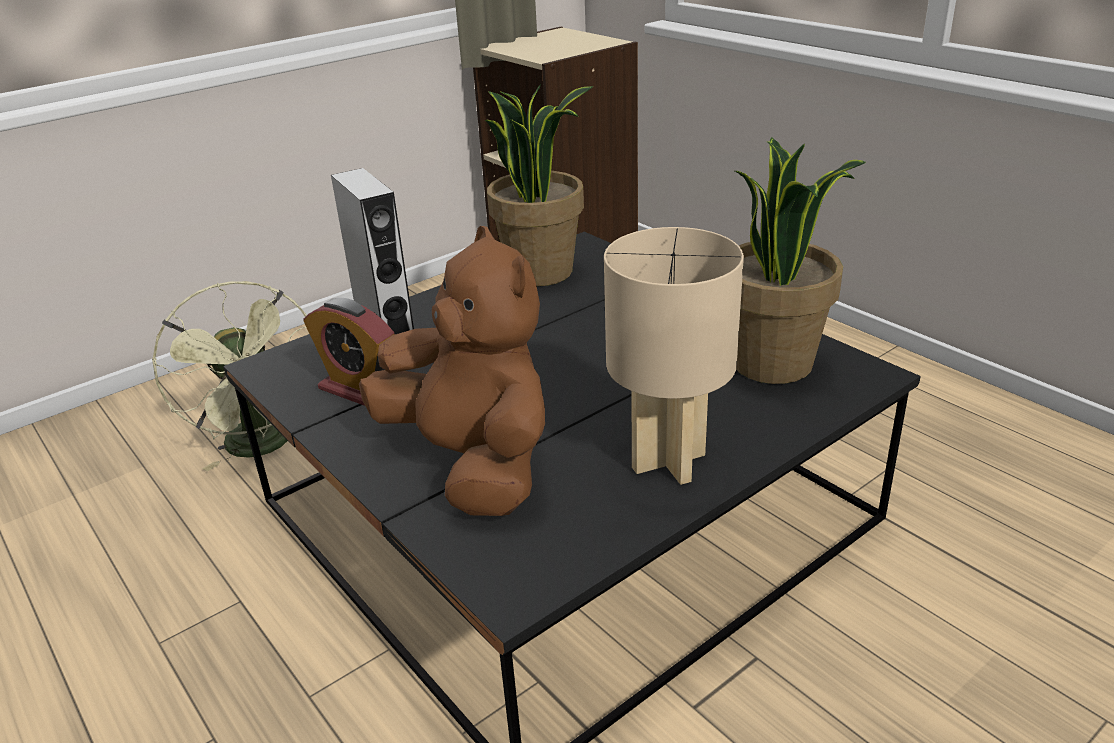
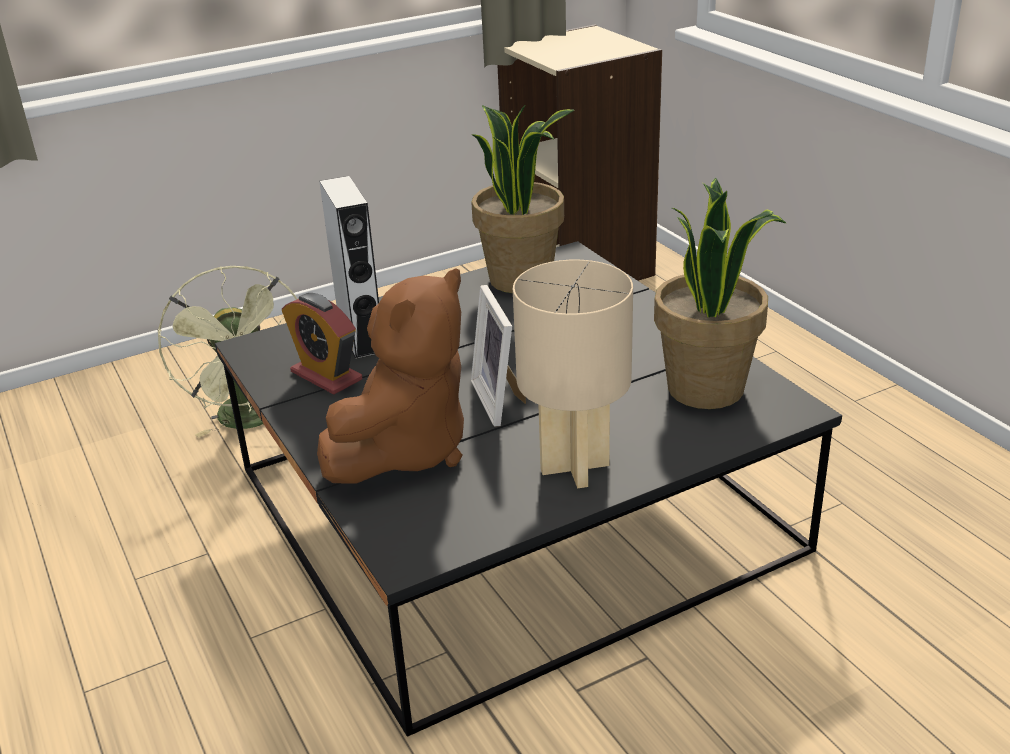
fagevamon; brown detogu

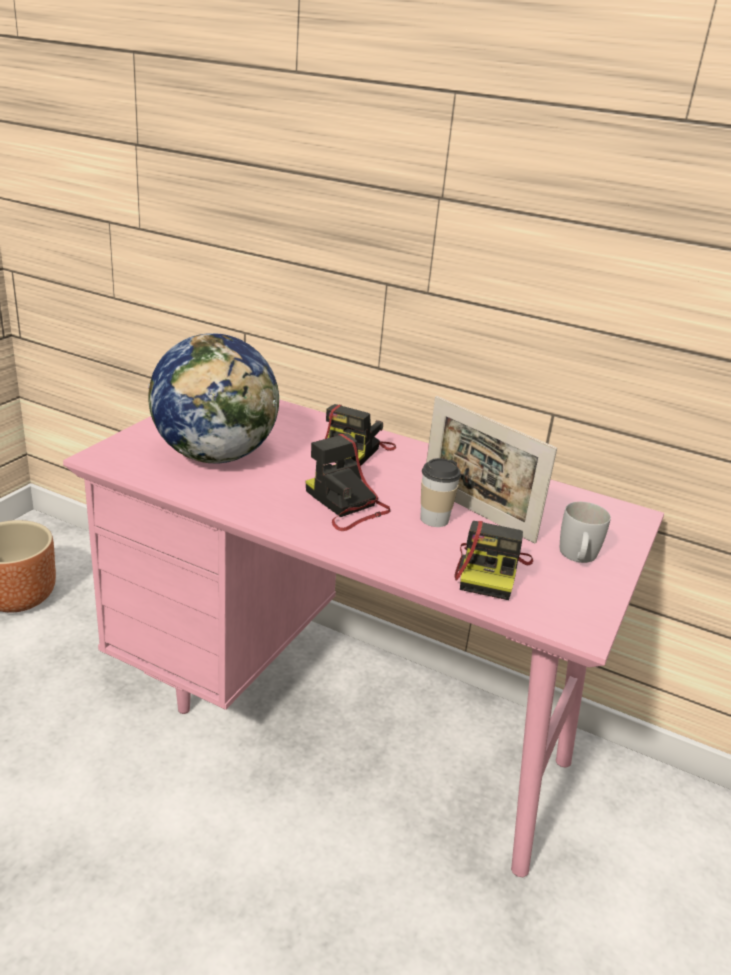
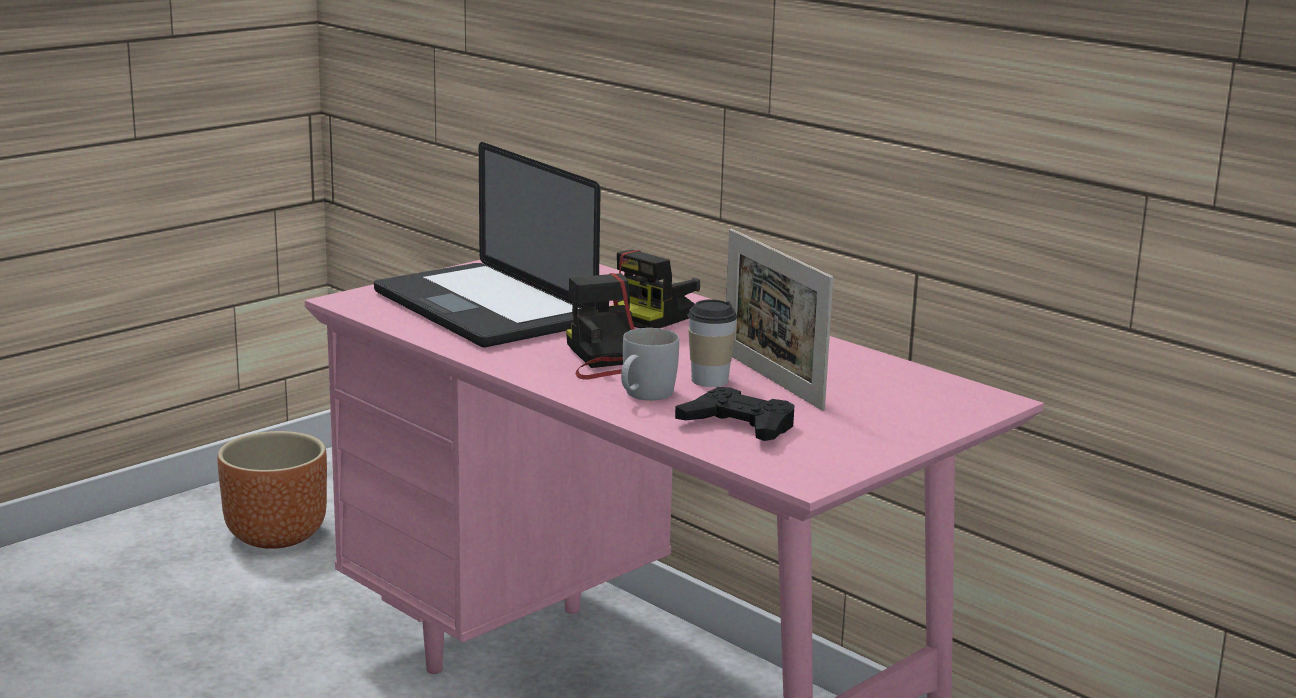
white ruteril; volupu; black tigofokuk

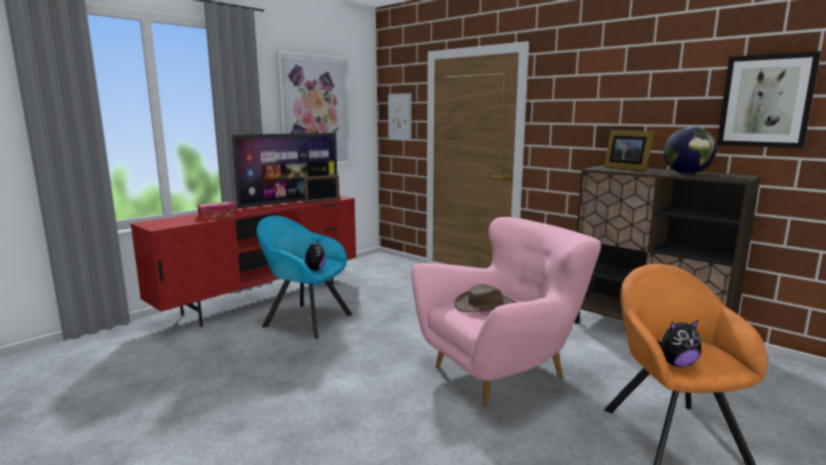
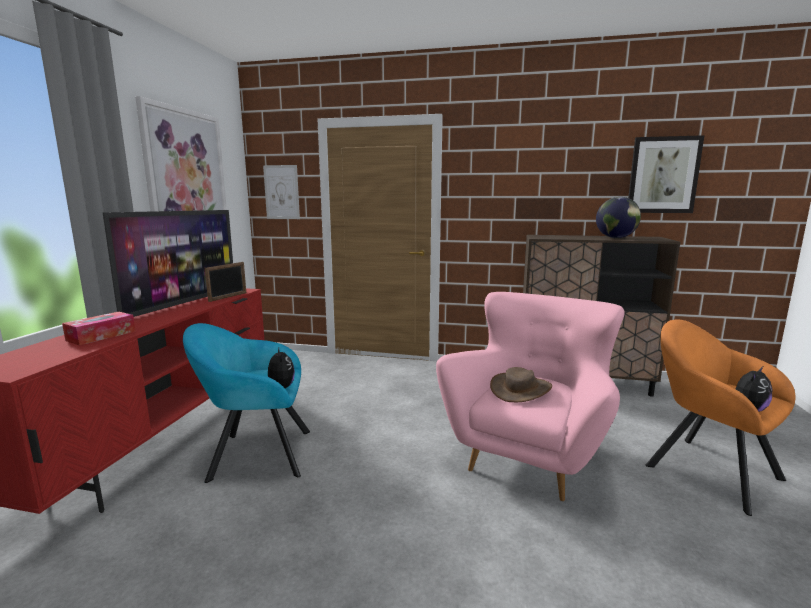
fagevamon (2nd from left in the first image)

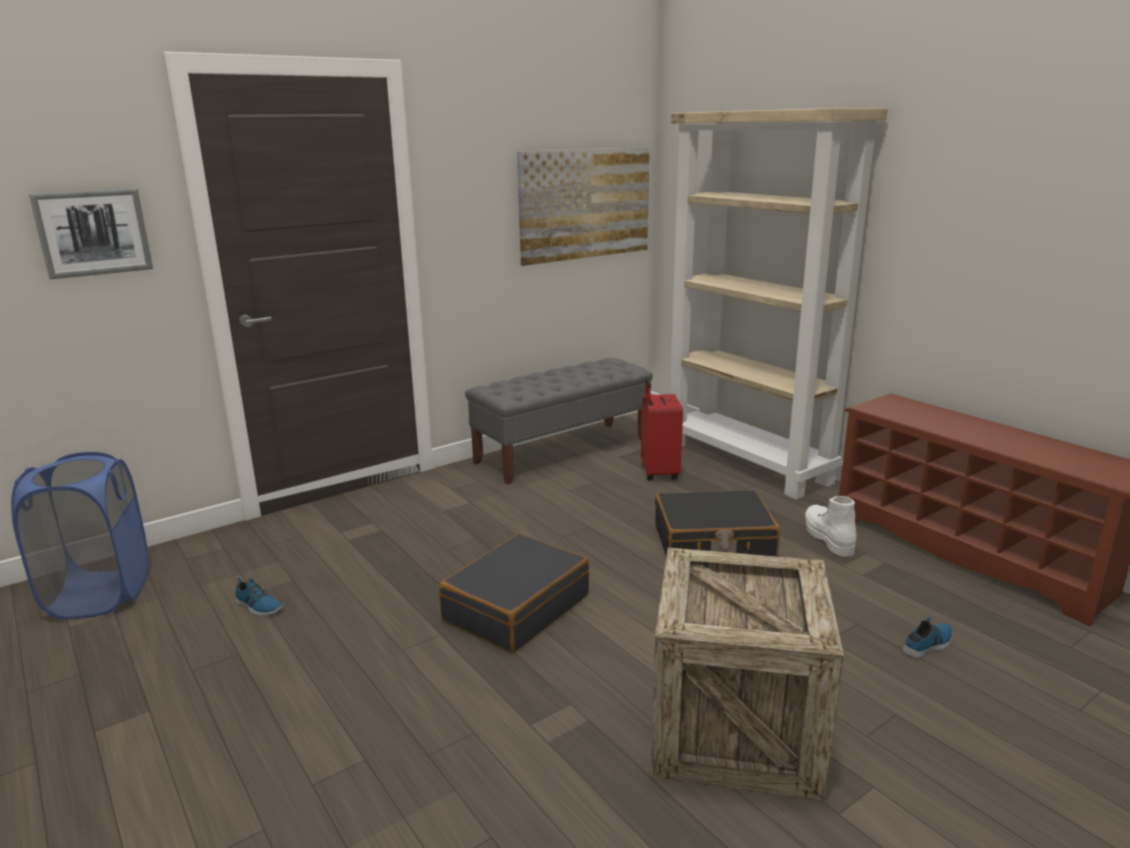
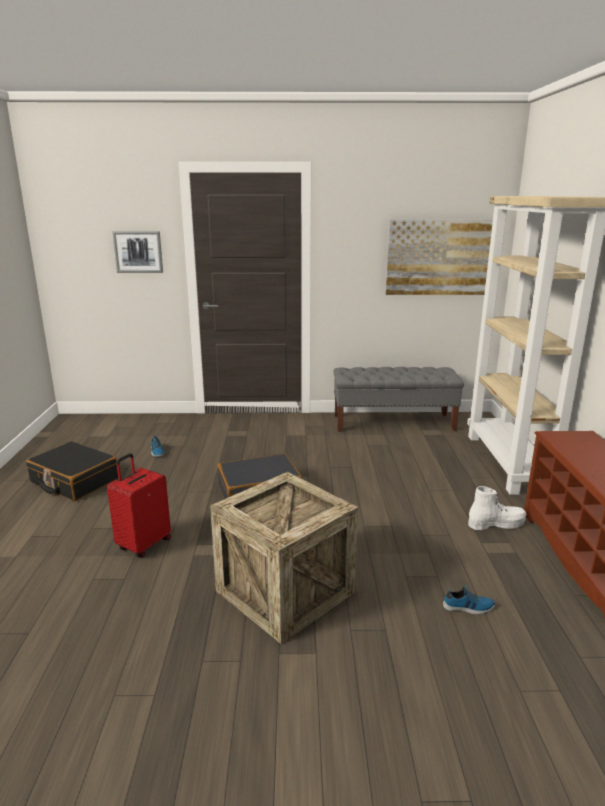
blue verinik; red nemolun; black nemolun (1st from left); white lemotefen

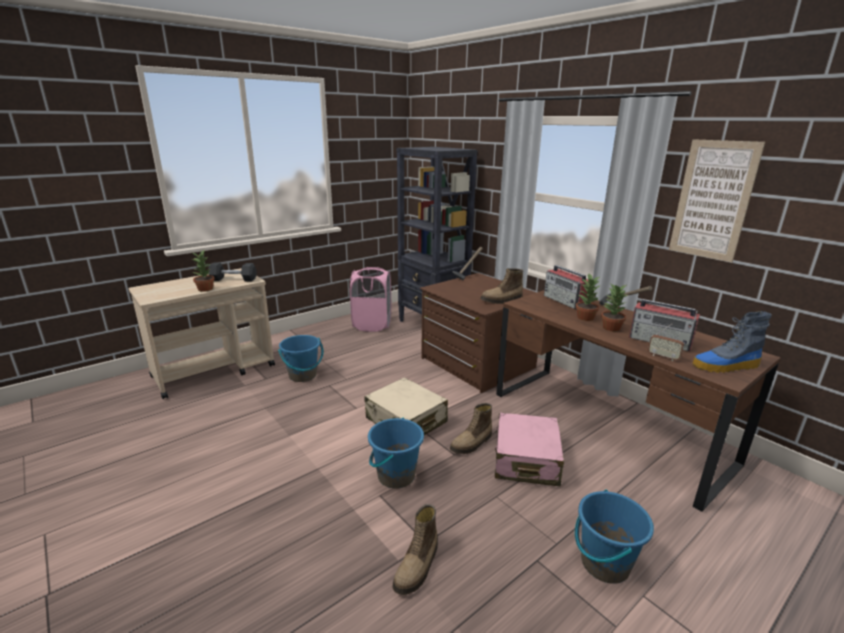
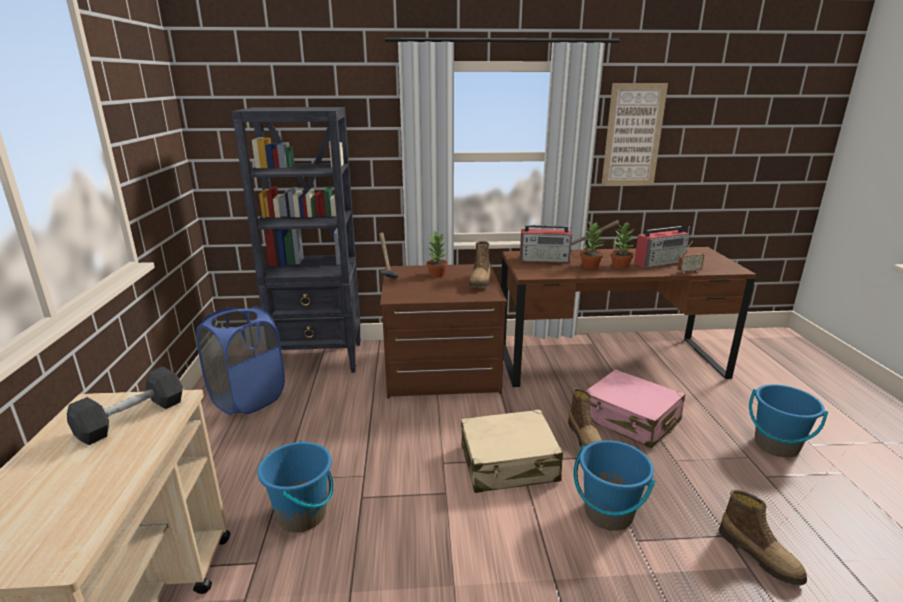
lemotefen (4th from left in the first image); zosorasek (1st from left); blue verinik

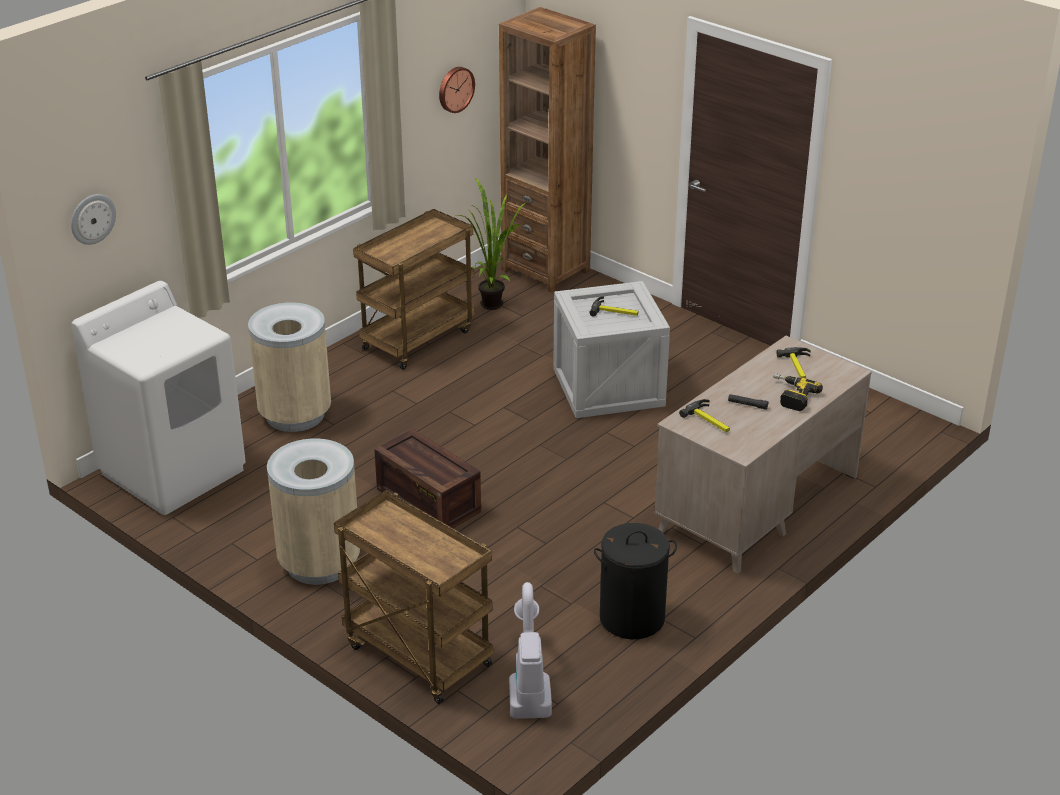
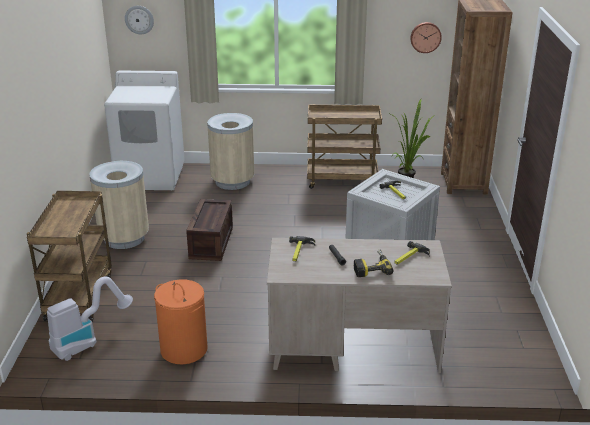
orange verinik

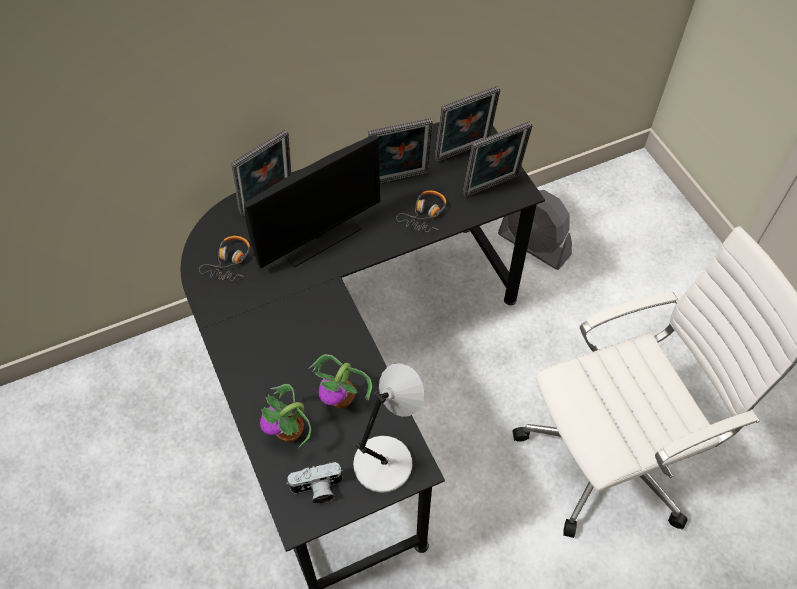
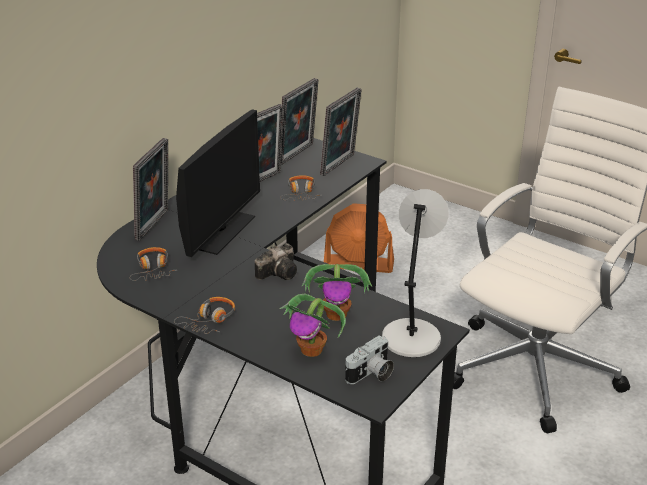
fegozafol (2nd from left); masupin (1st from left); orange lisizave

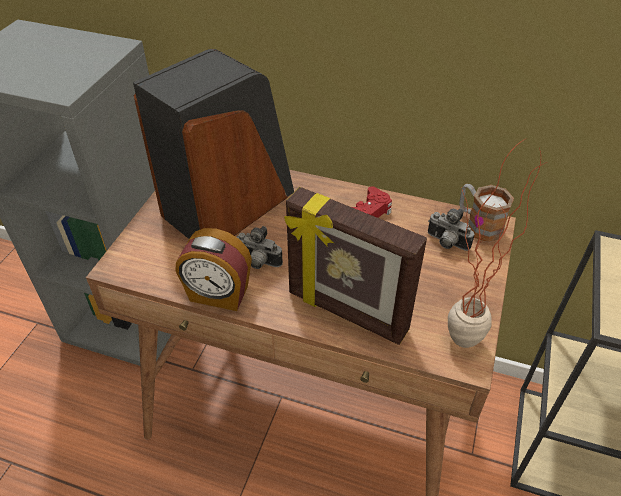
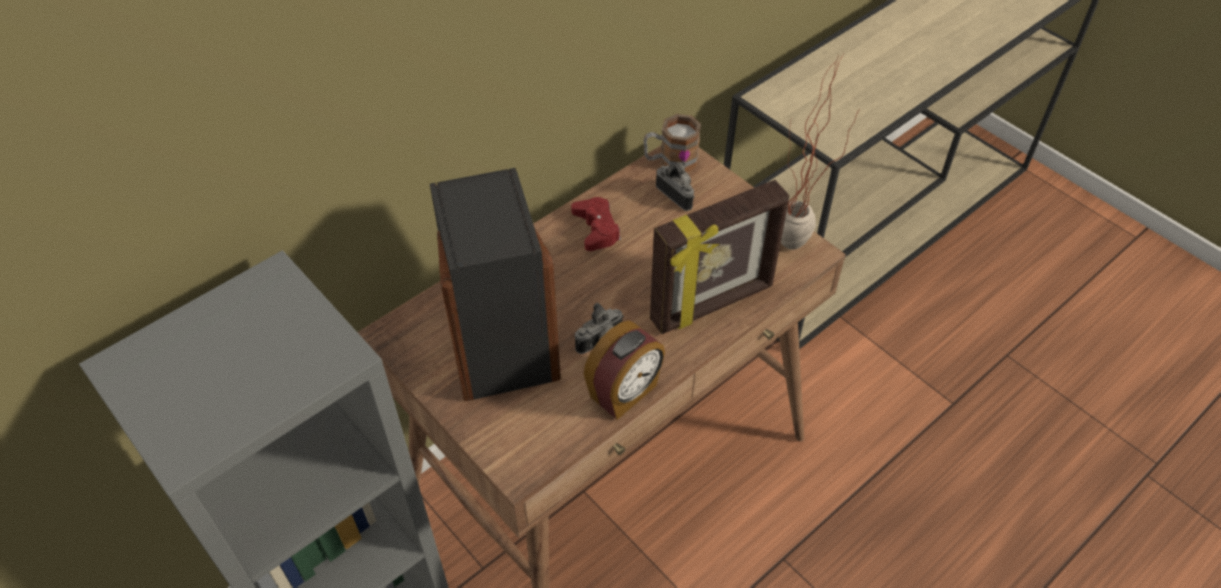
masupin (2nd from left)

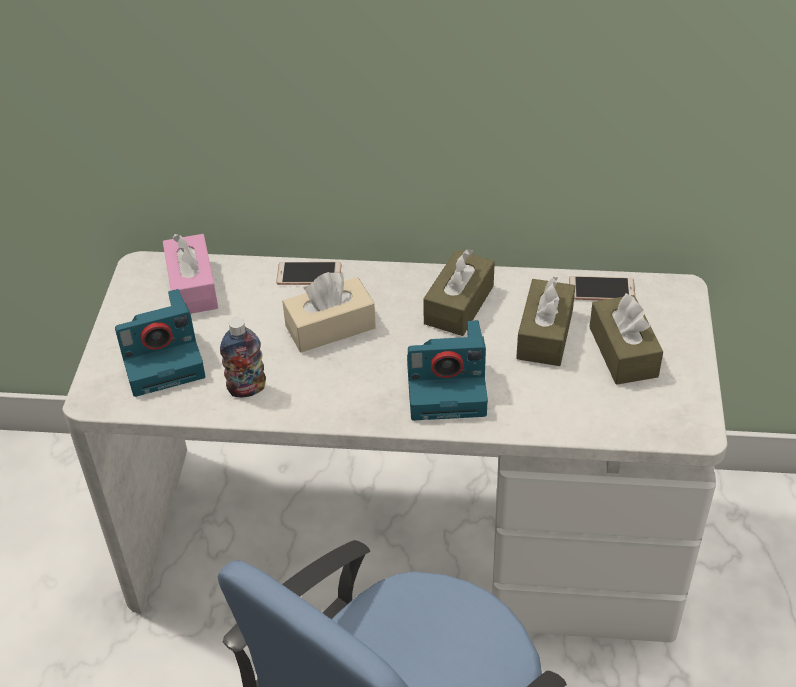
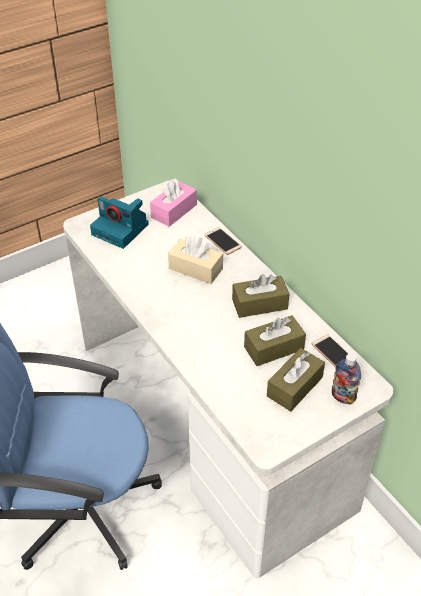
masupin (2nd from left in the first image); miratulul

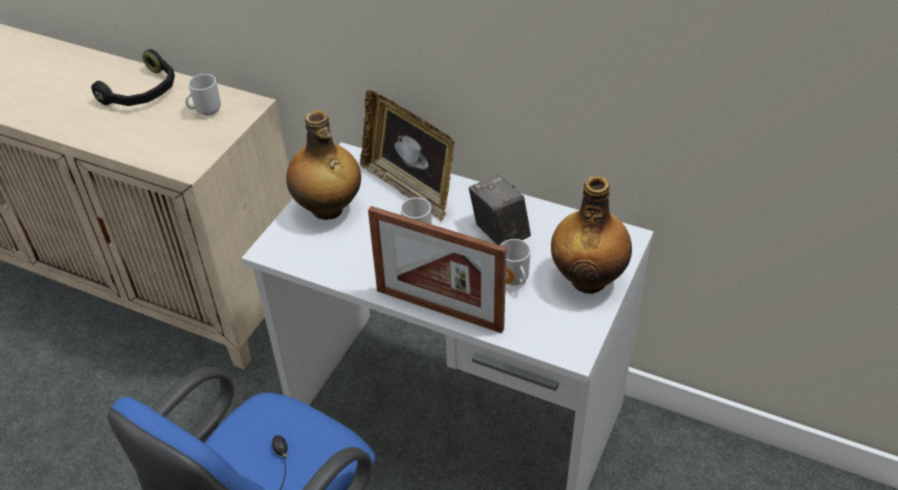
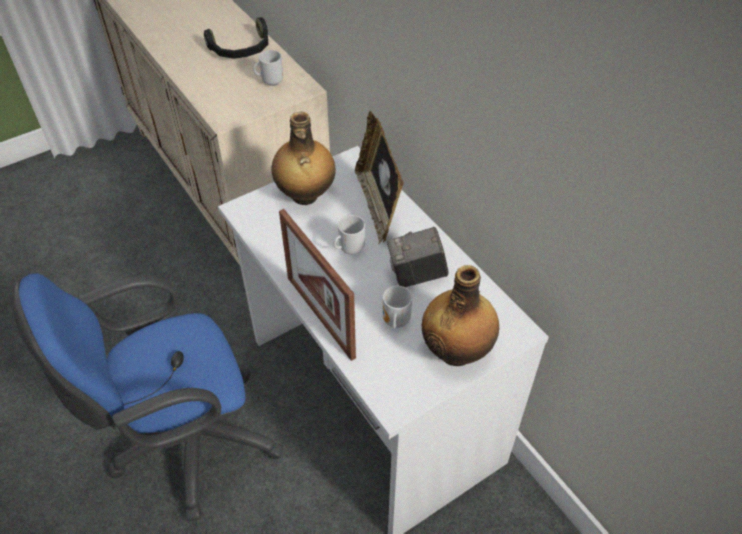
masupin

